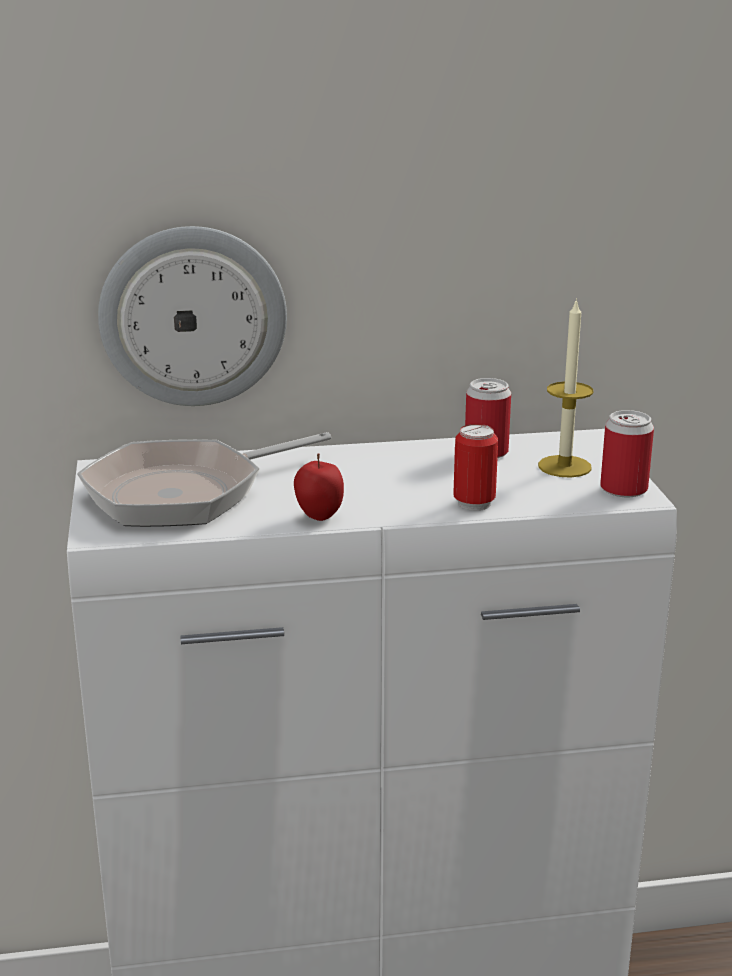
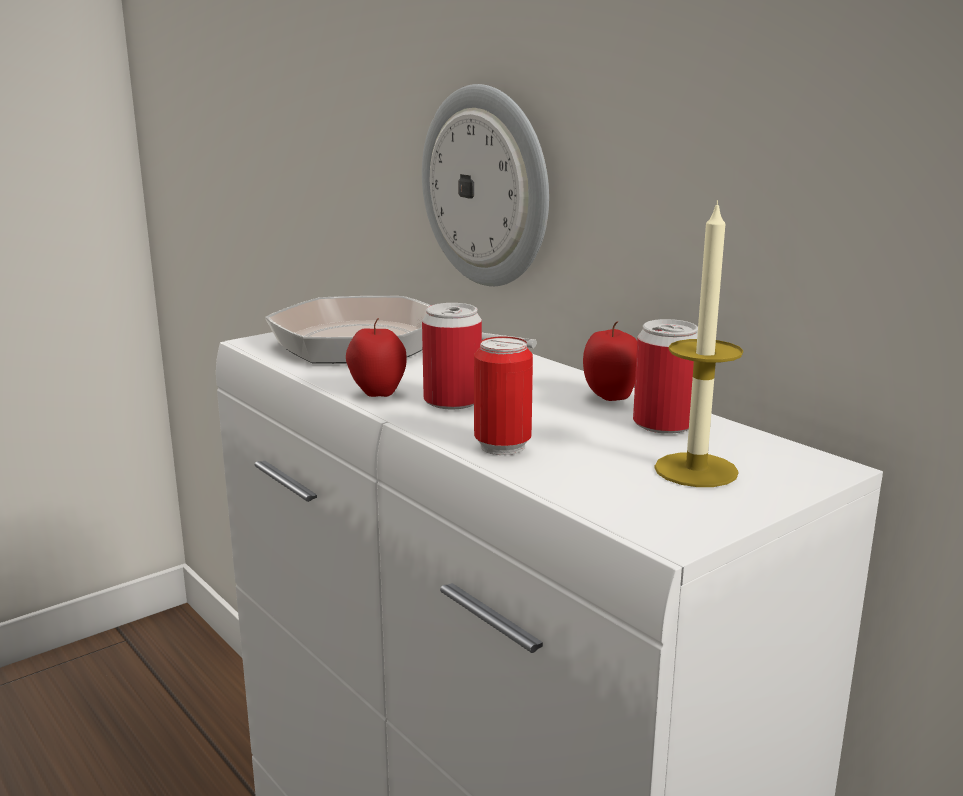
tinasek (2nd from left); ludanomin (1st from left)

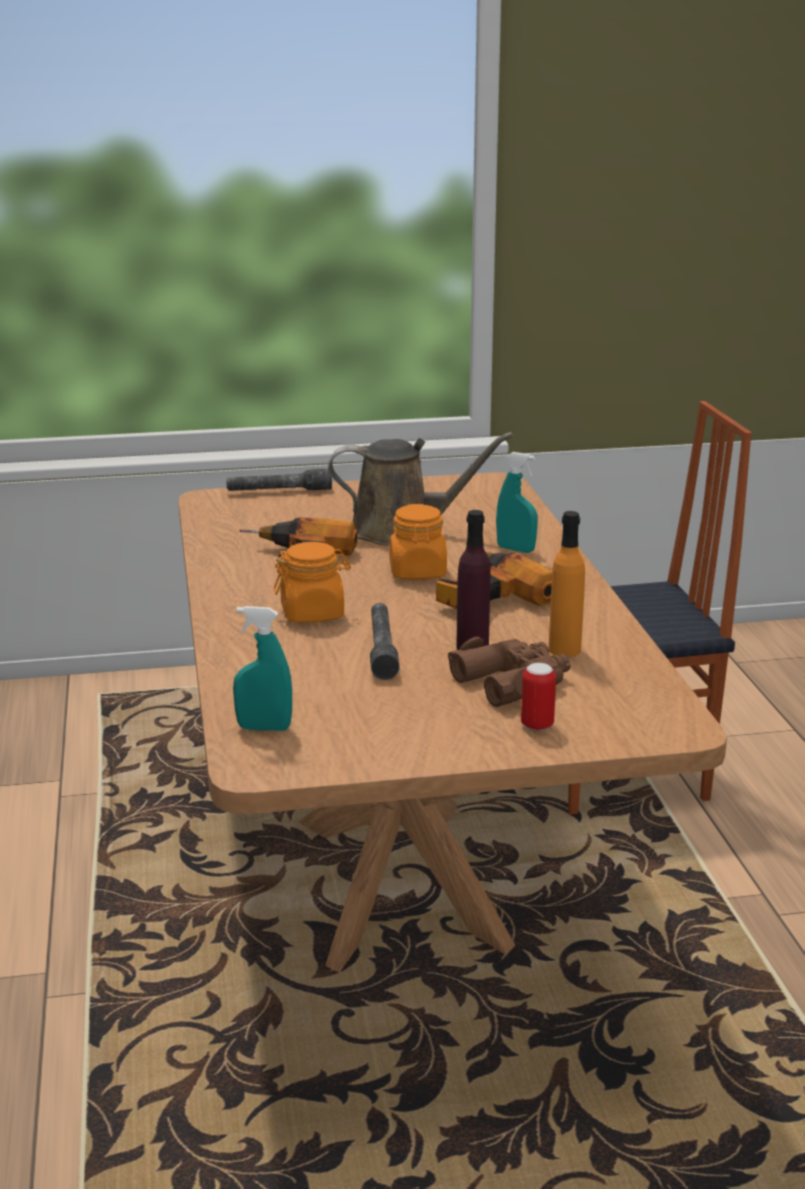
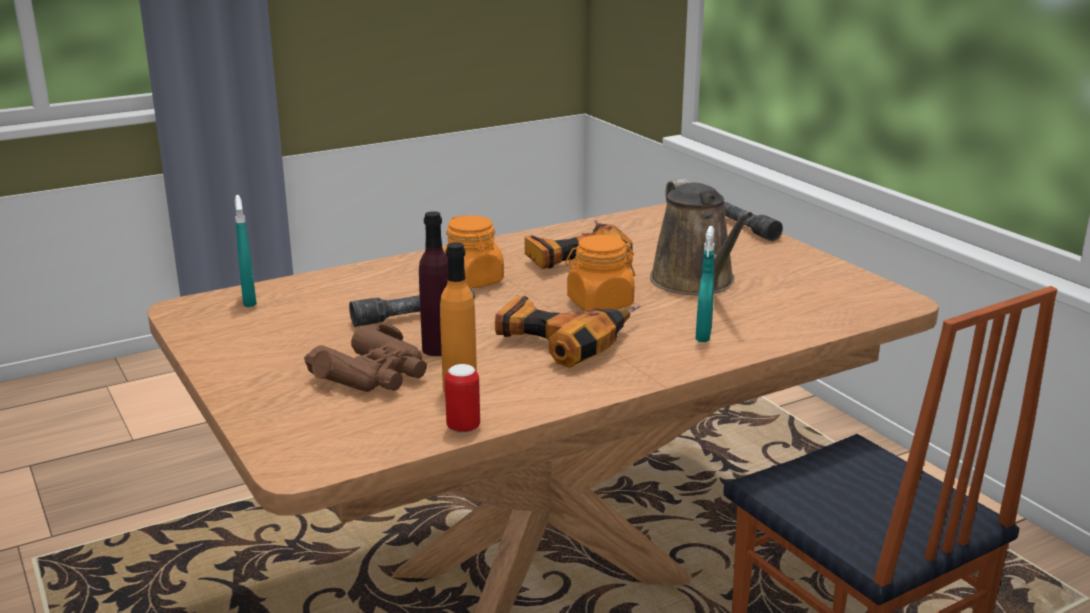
ludanomin

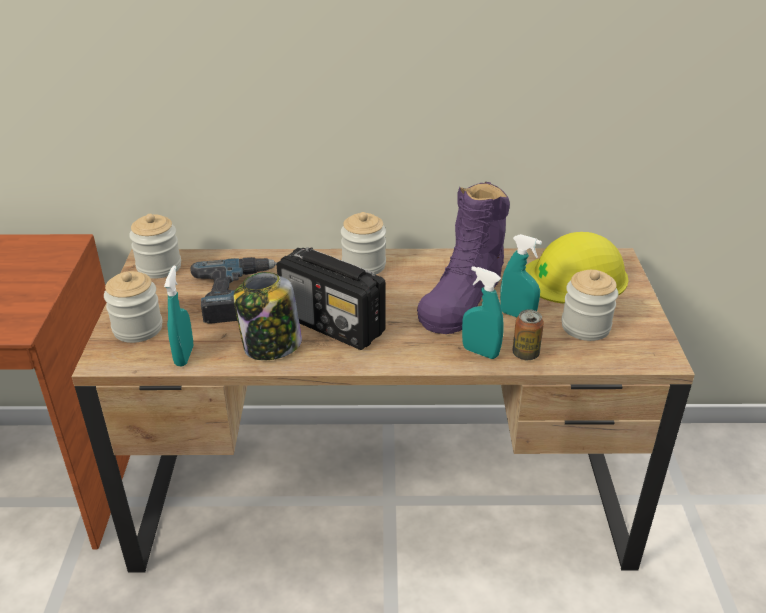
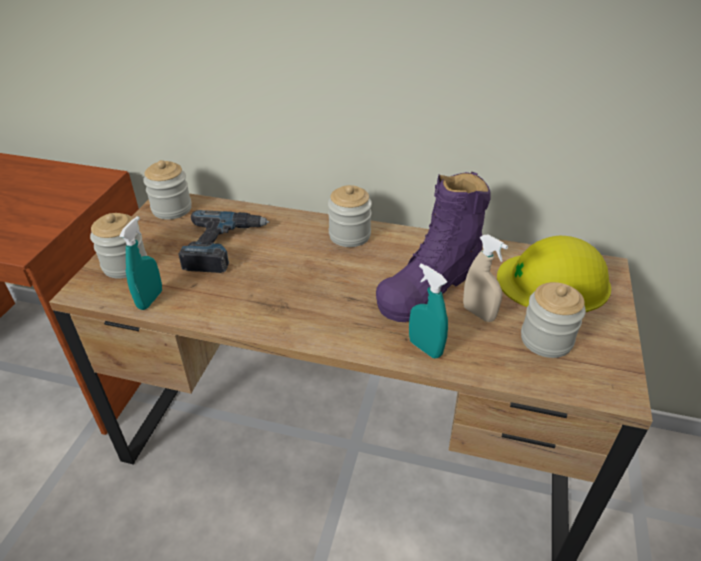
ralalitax (3rd from left in the first image); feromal; ludanomin; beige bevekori

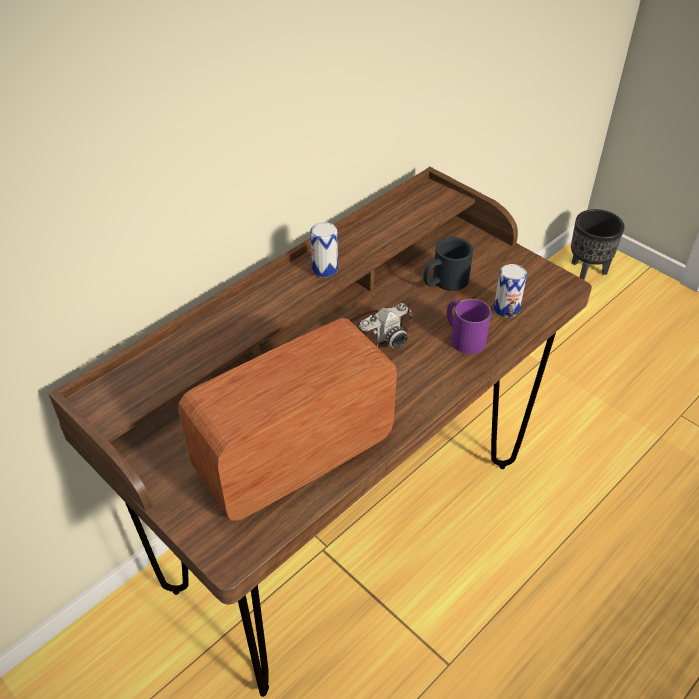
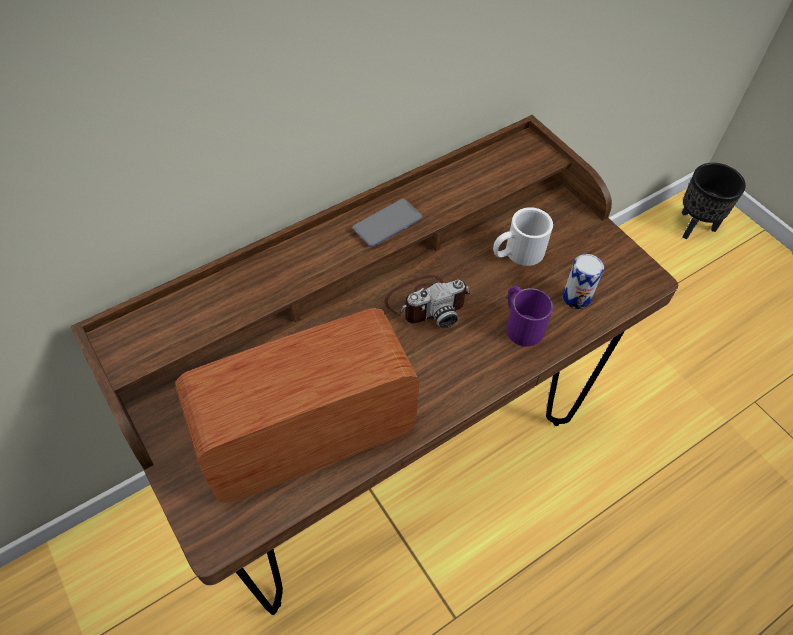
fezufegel; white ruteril

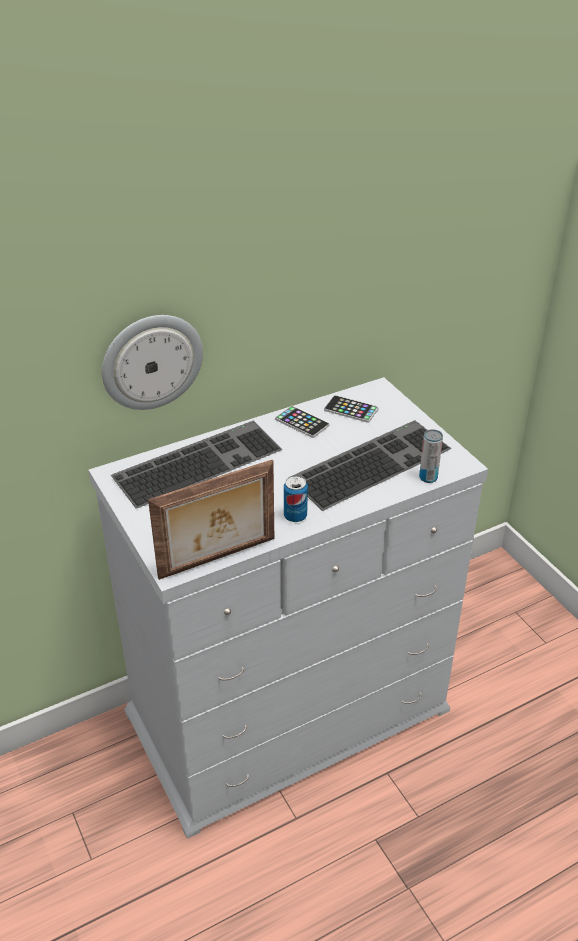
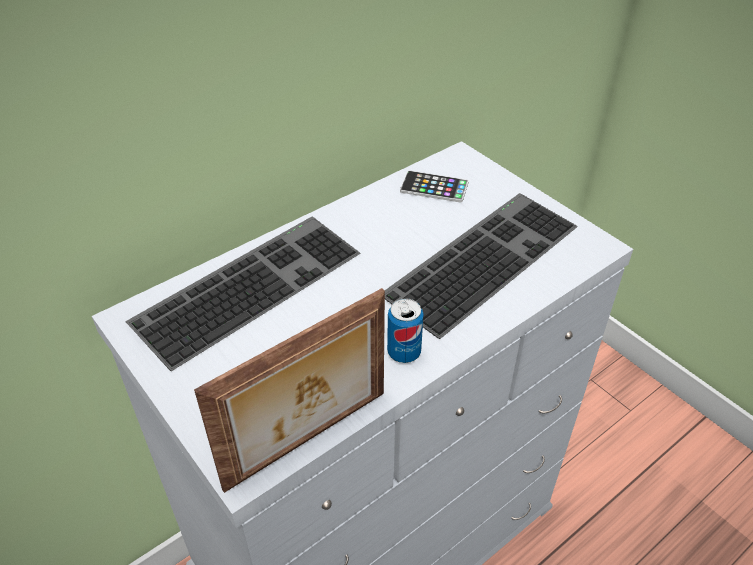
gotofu; fezufegel (1st from left in the first image); ludanomin (2nd from left in the first image)

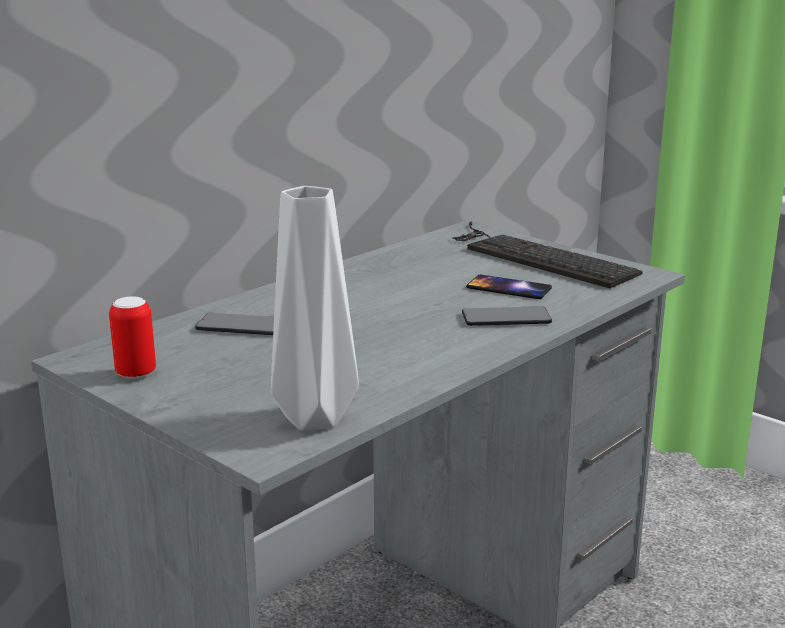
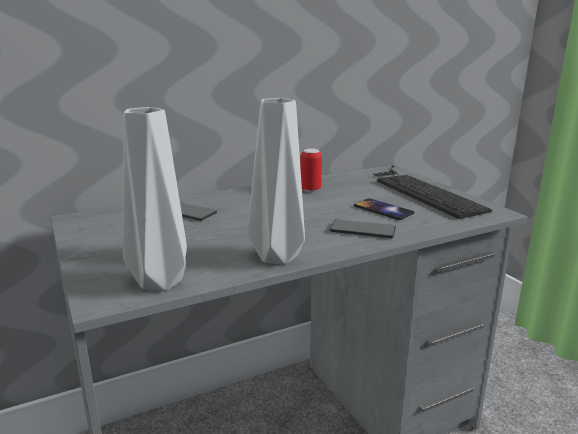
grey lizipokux (2nd from left); ludanomin

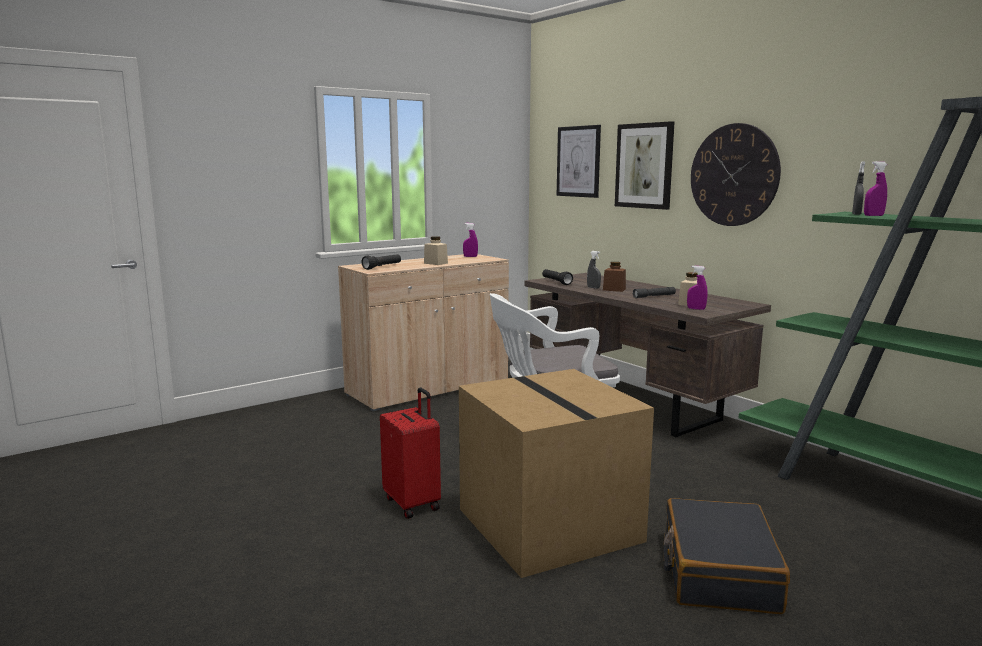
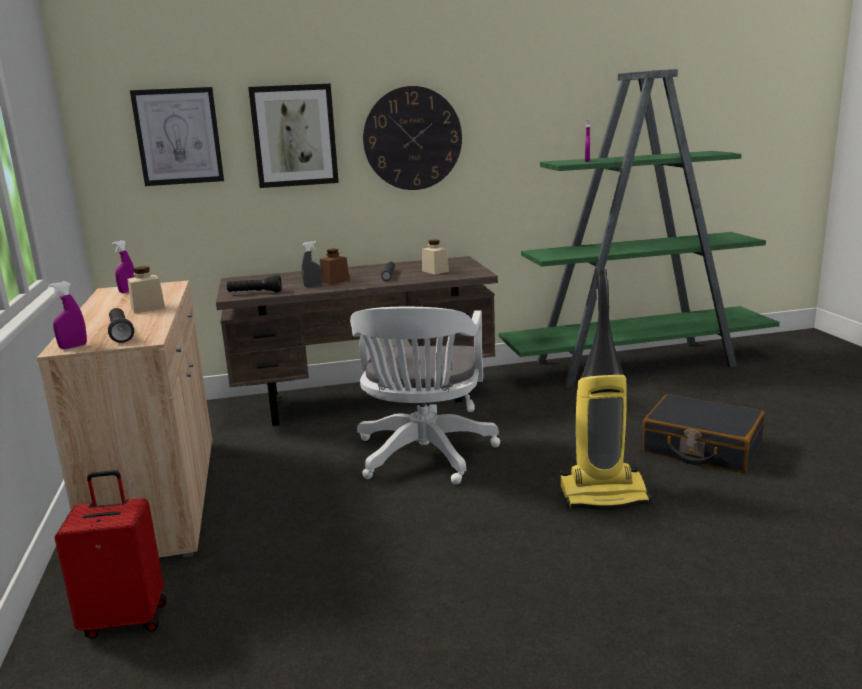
grey bevekori (2nd from left in the first image); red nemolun; purple bevekori (1st from left); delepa

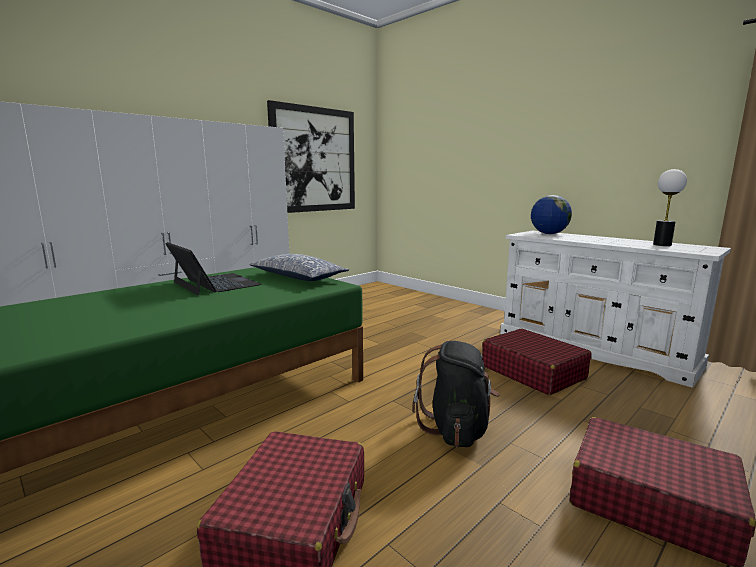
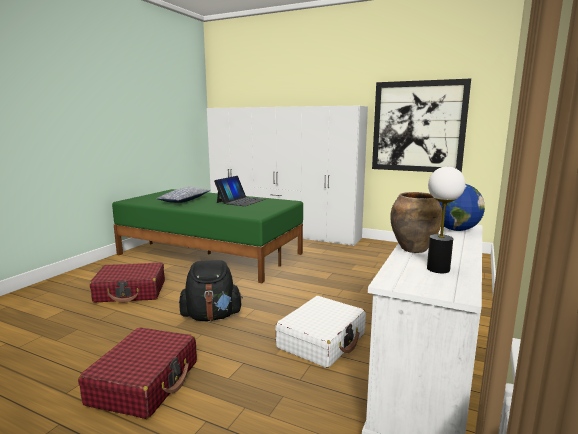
brown lizipokux; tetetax; white nemolun

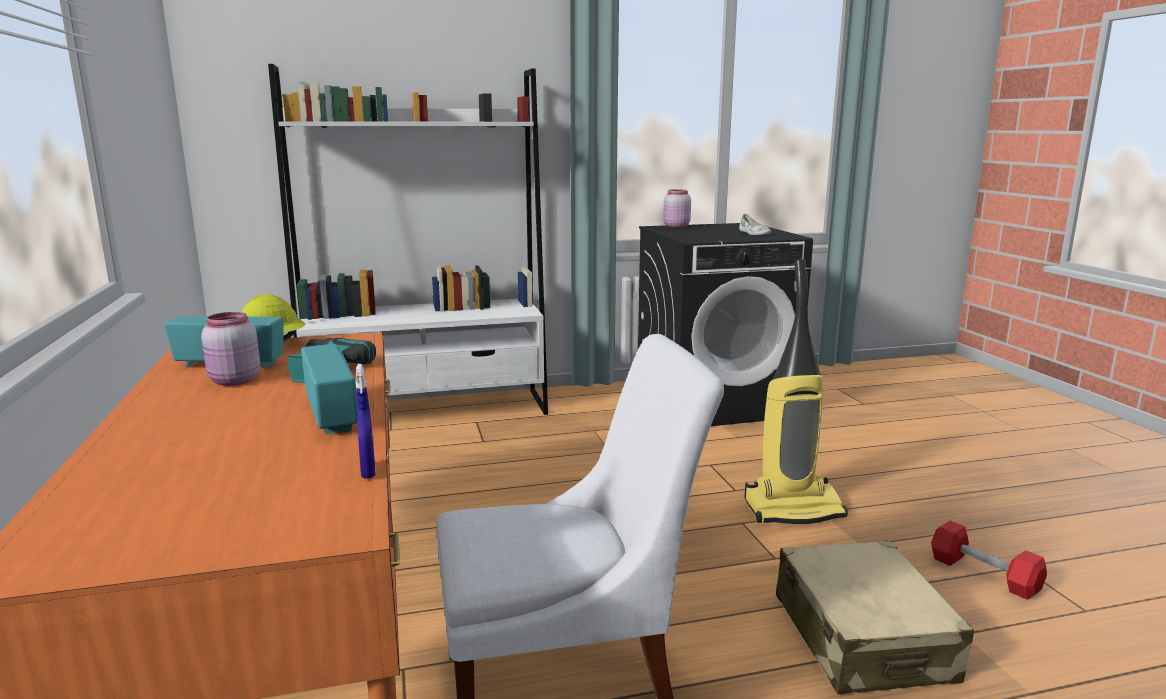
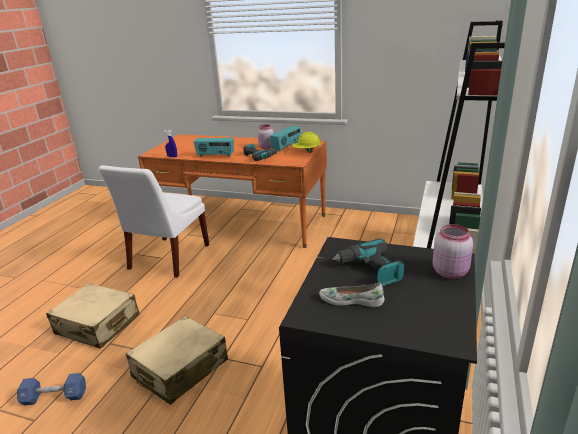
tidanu (2nd from left); beige nemolun (2nd from left); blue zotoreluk

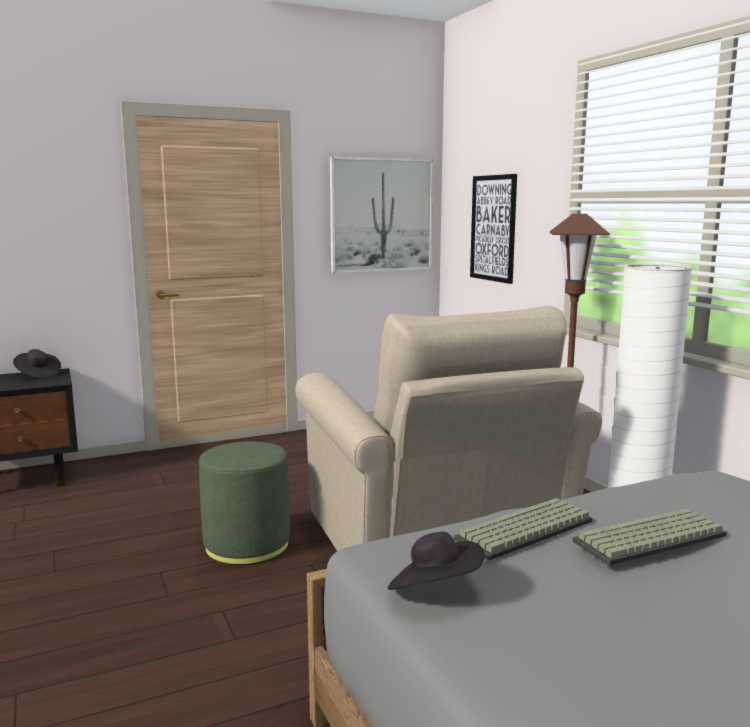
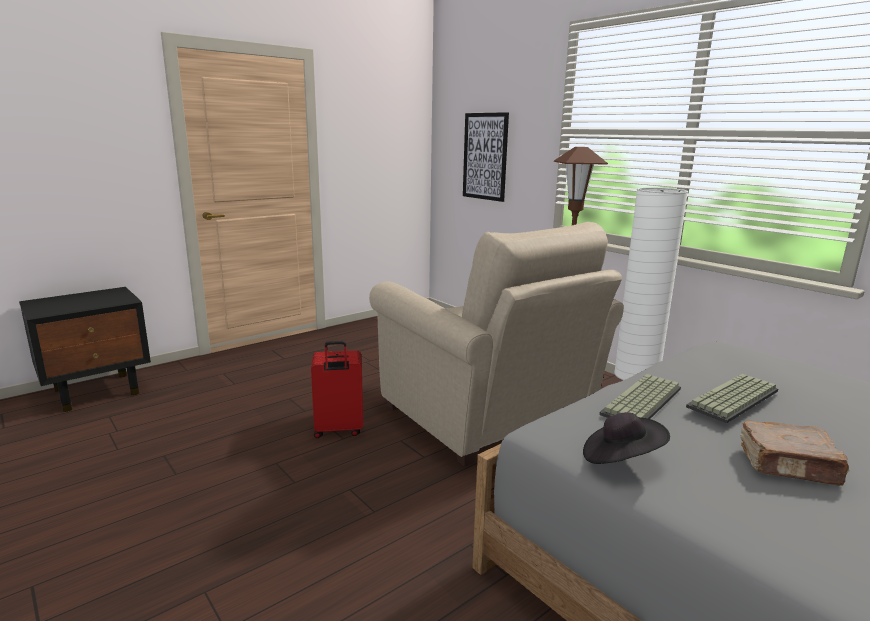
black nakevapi (1st from left in the first image); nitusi (1st from left in the first image); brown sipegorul; red nemolun

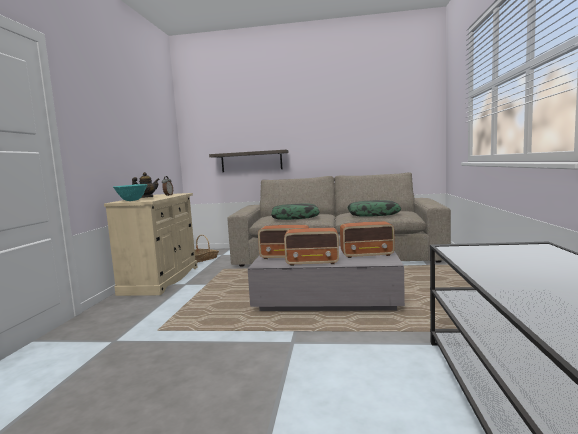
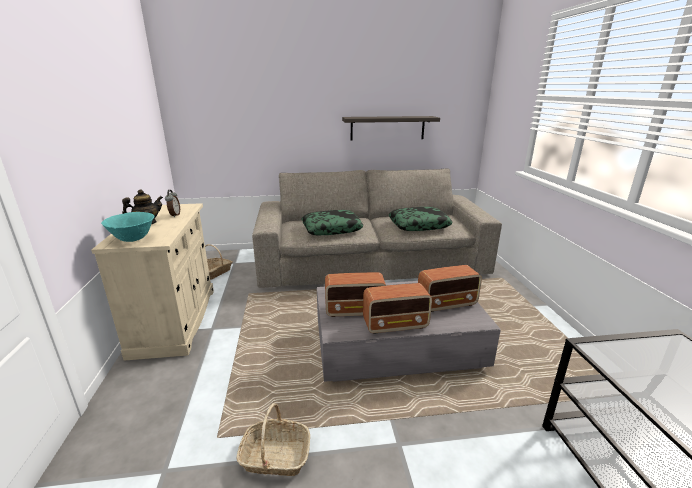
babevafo (2nd from left); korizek

